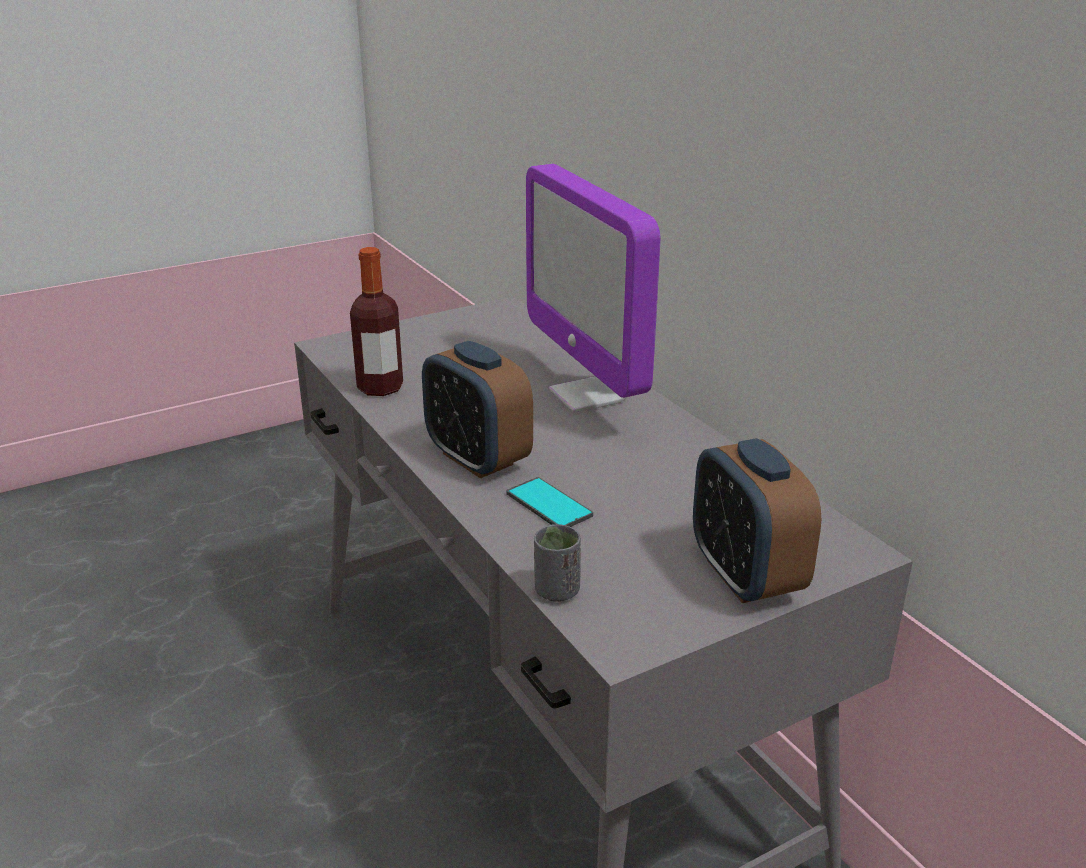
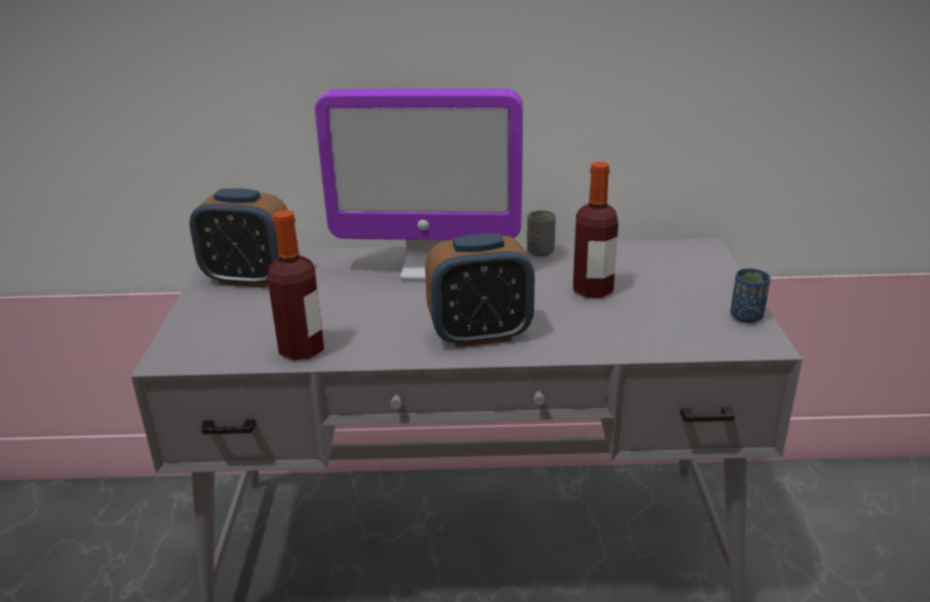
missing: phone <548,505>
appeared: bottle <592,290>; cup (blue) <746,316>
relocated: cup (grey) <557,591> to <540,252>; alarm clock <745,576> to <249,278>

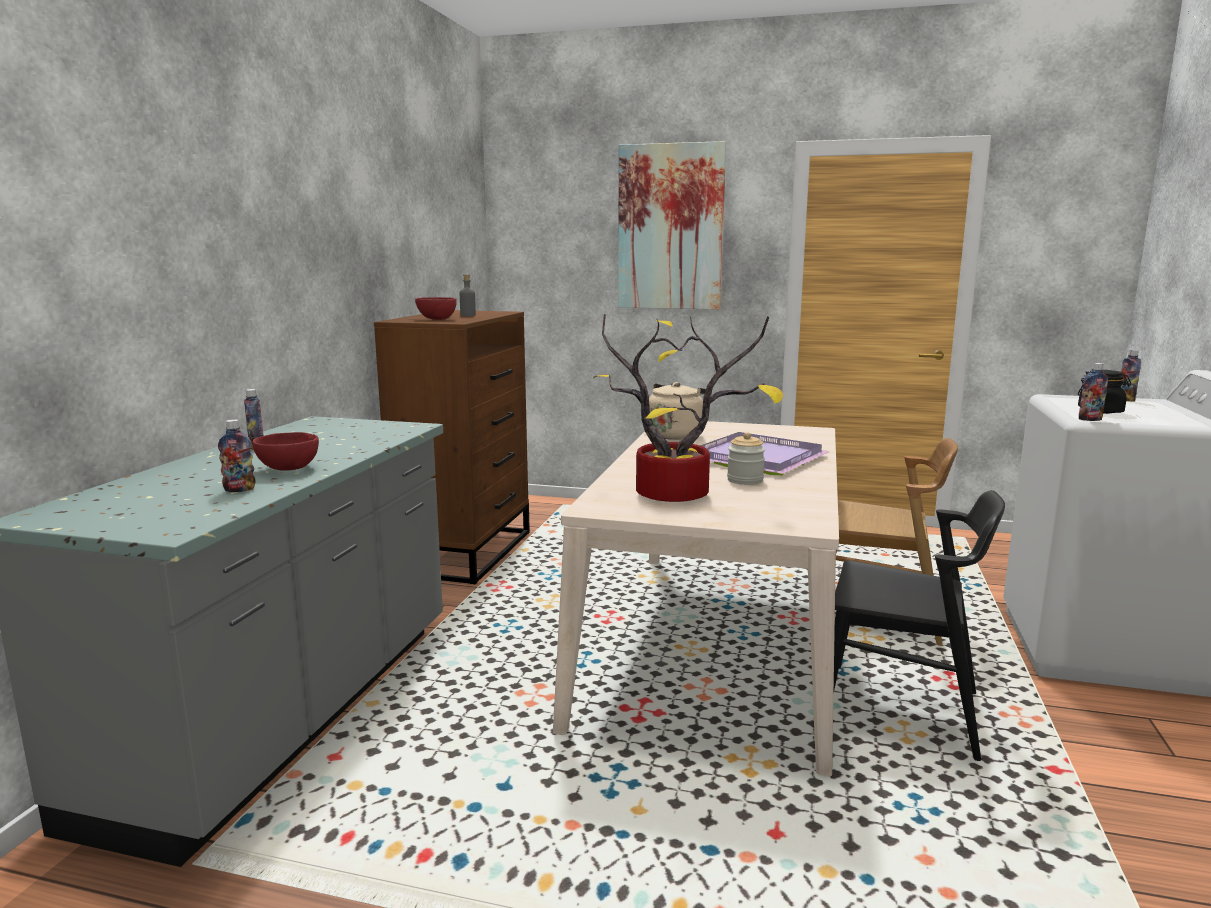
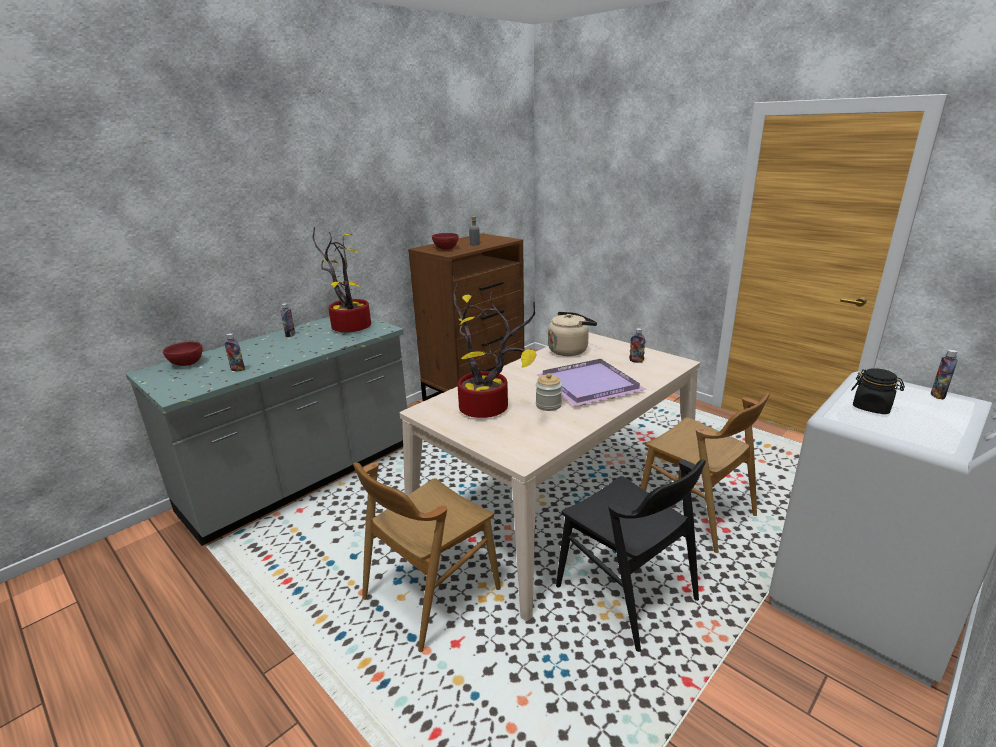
missing: picture <670,227>
appeared: potted plant <348,327>; chair (brown) <430,593>
relocated: bowl (red) <289,469> to <187,364>; bottle <1090,419> to <636,361>

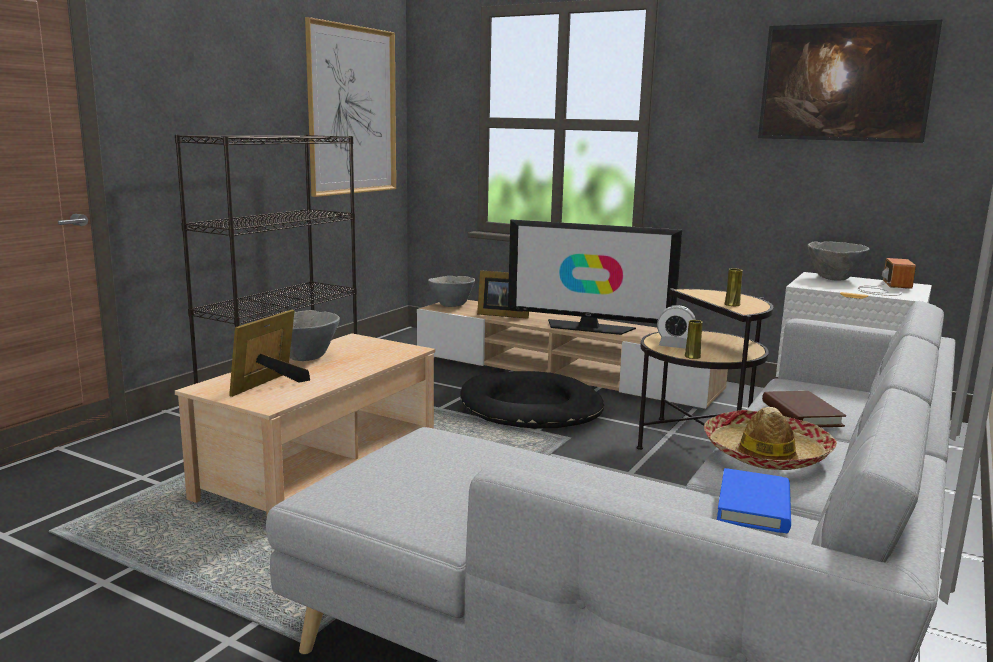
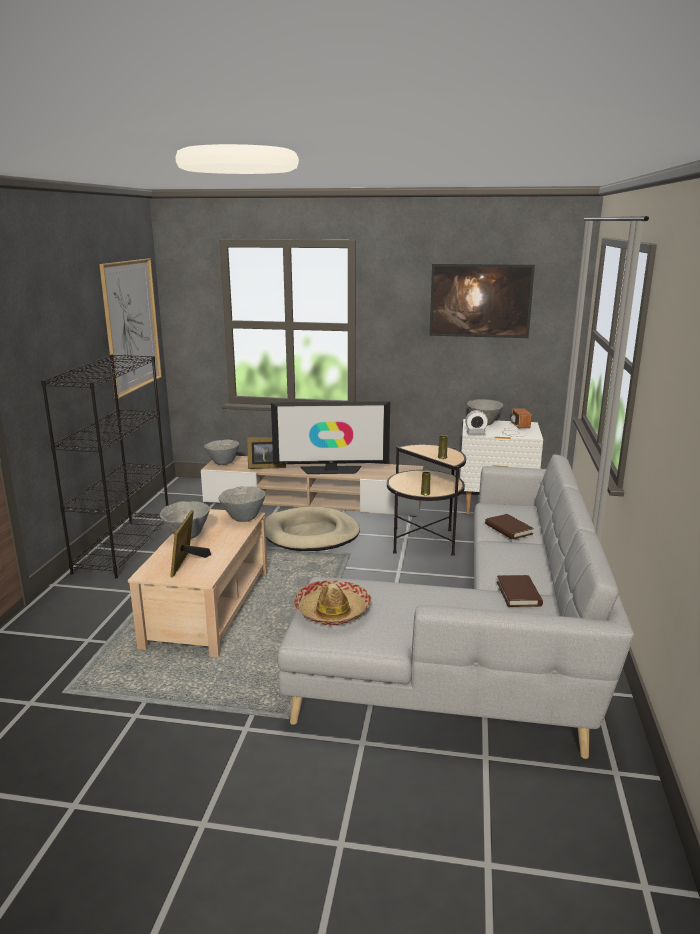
appeared: bowl (grey) <243,518>
relocated: alarm clock <675,346> to <475,433>; hat <766,454> to <332,611>
colour: dog bed (black) <530,407> to dog bed (beige) <310,534>; book (blue) <754,506> to book (brown) <518,594>

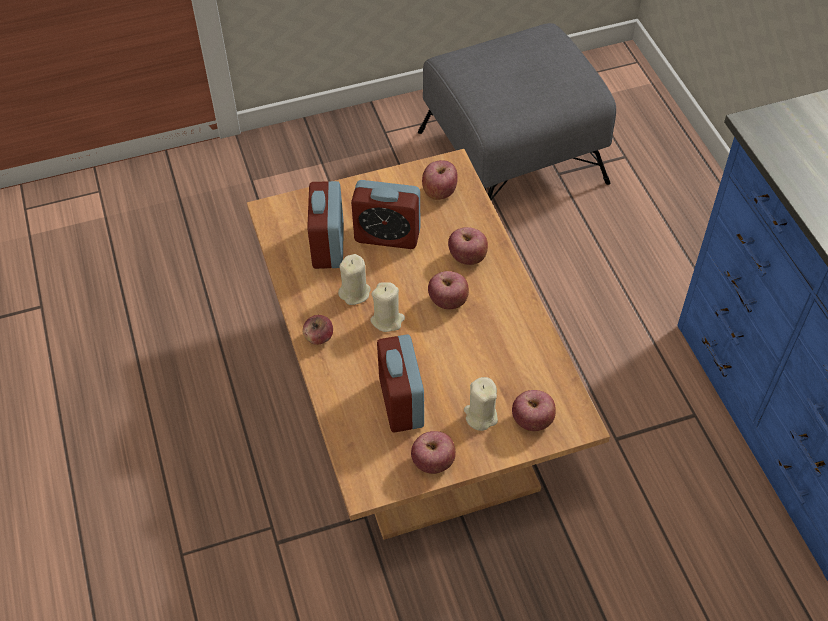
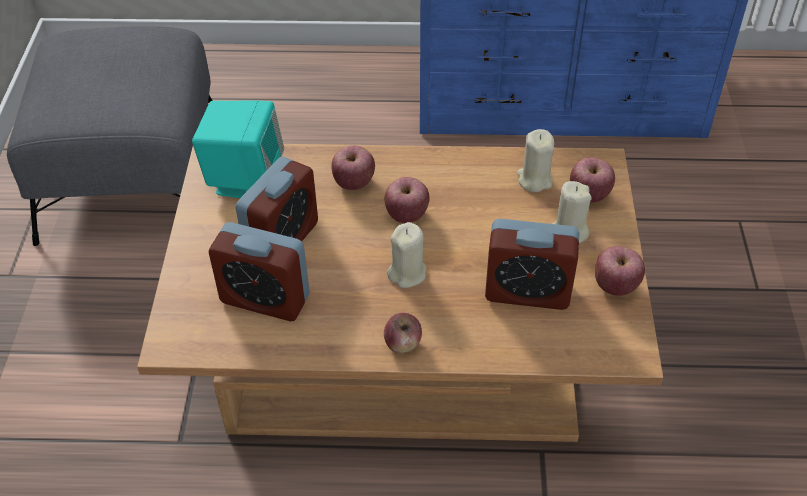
relocated: candle (beige) <355,293> to <534,180>
exchanged: apple <439,191> to speaker (turquoise) <245,179>

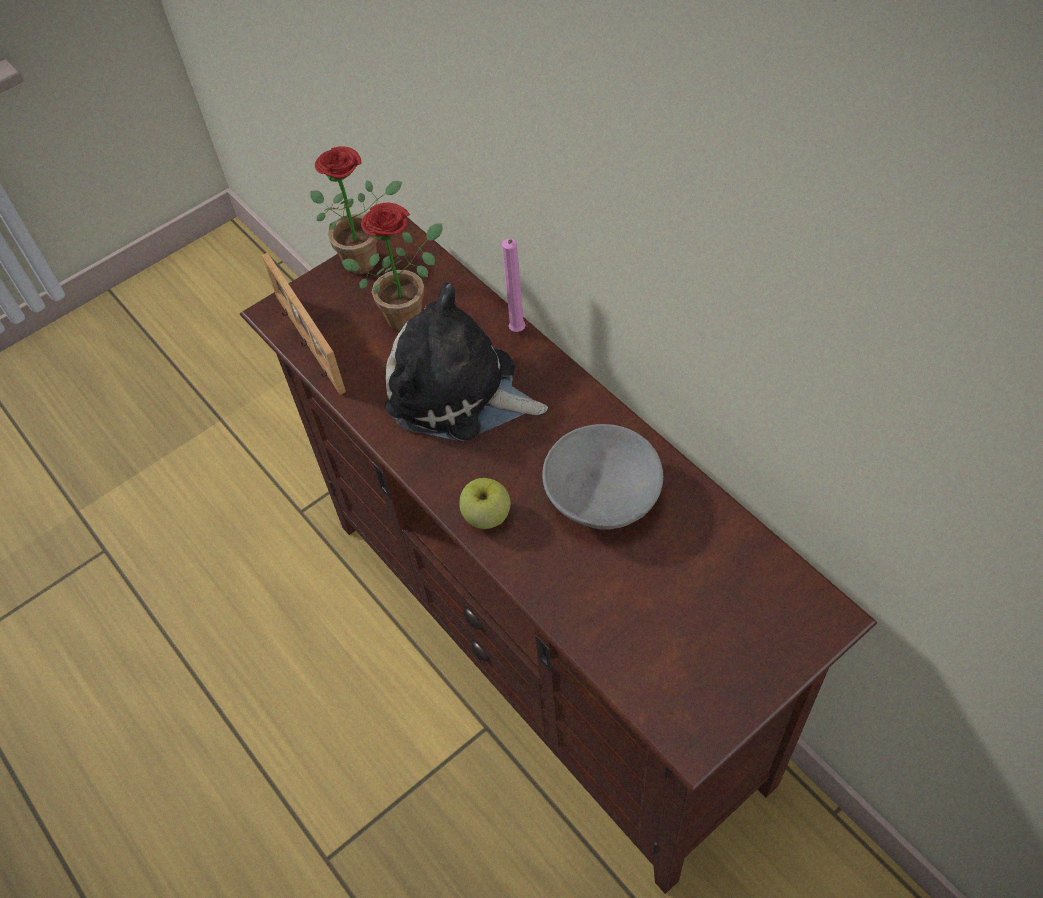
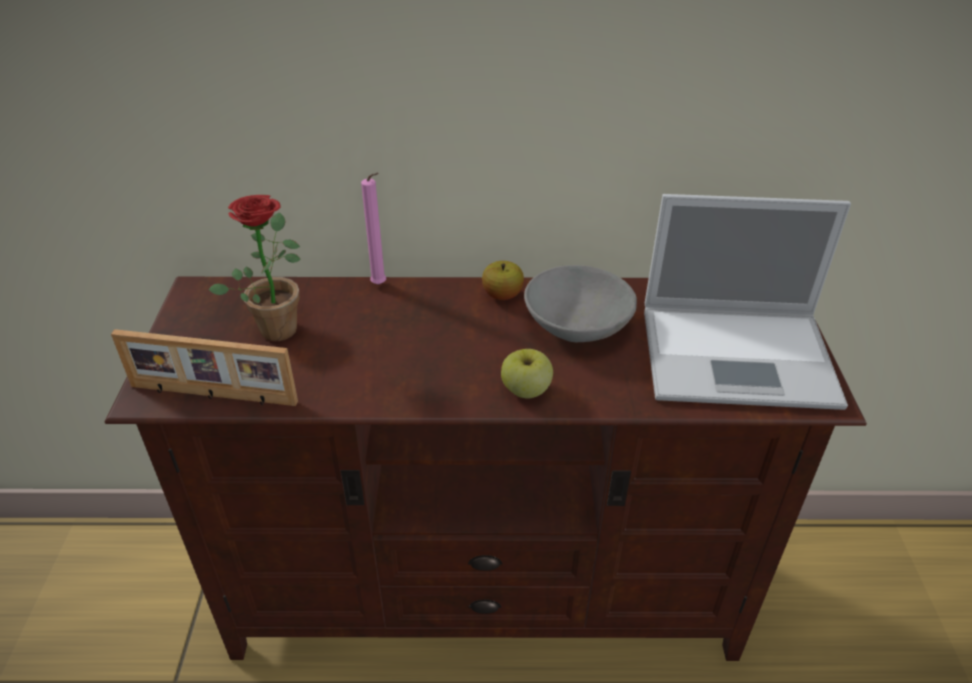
missing: potted plant <367,259>; plush toy <459,393>
appeared: apple <502,295>; laptop <741,355>

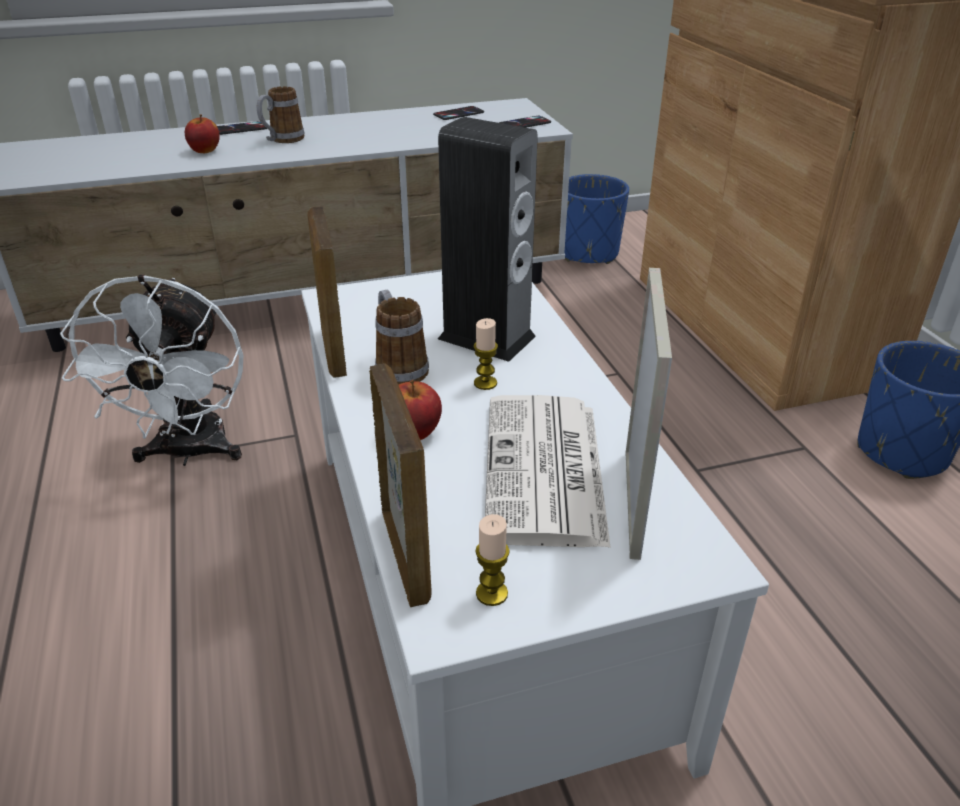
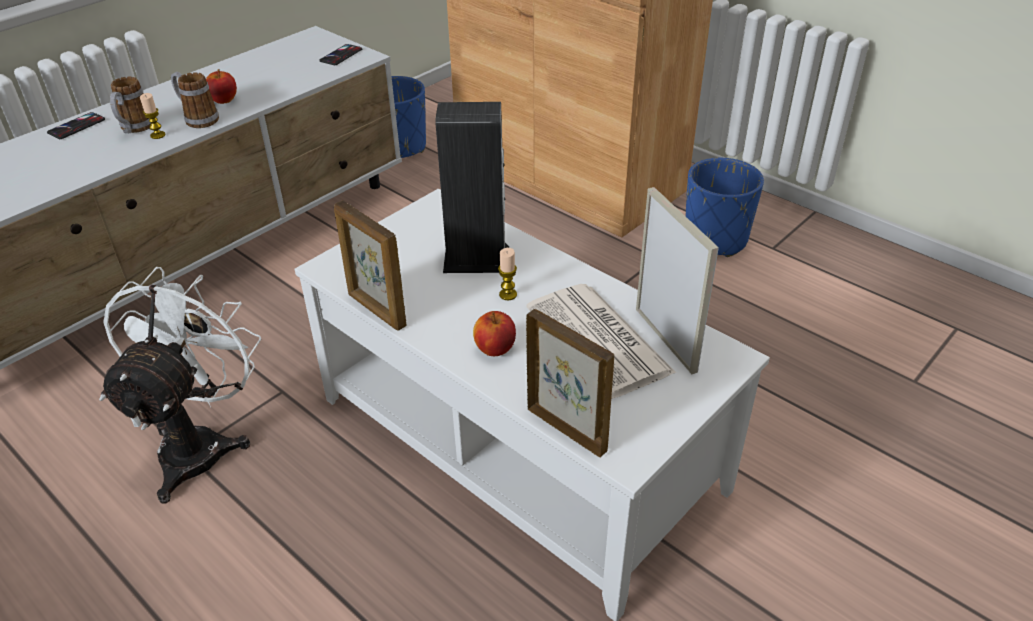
missing: phone <458,114>
relocated: apple <205,151> to <224,100>; mug <398,367> to <197,119>; candle <491,593> to <158,135>
spun: fan (white) <189,453> = <201,444> 135 degrees counterclockwise

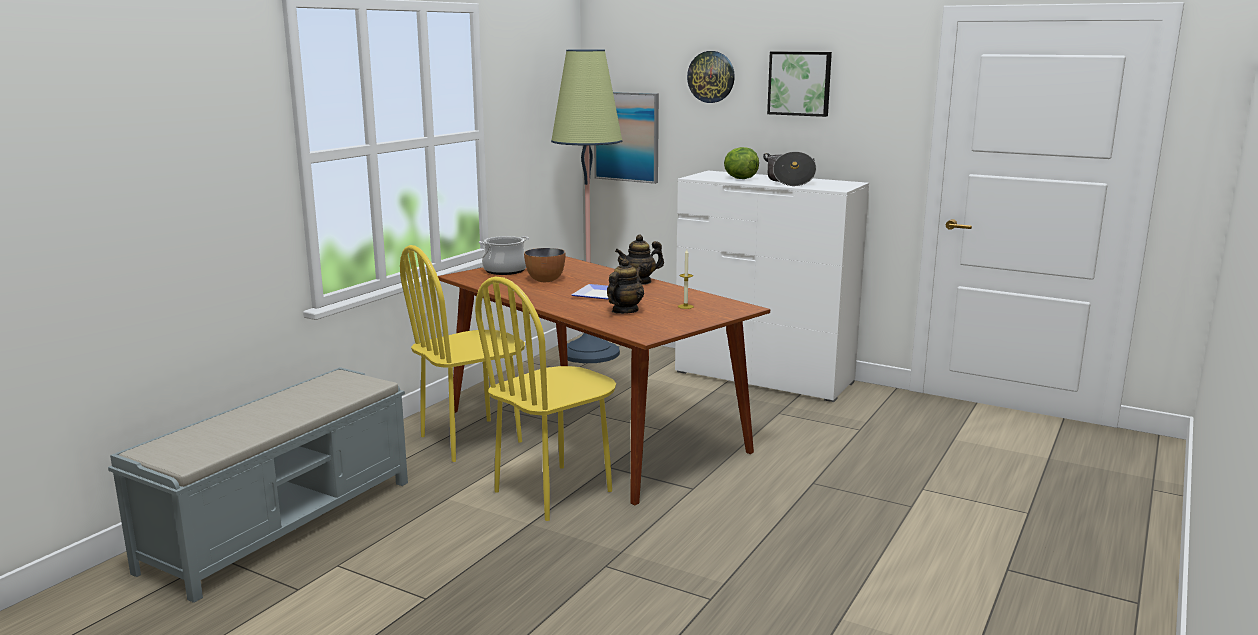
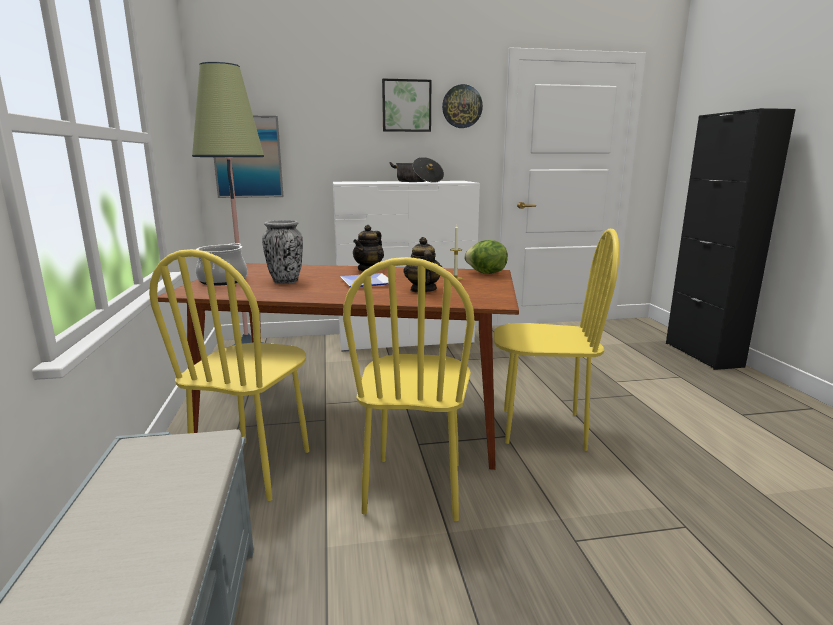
appeared: chair (yellow) <542,428>; cabinet (black) <703,354>
relocated: wall clock <711,77> to <462,106>; lettuce <739,179> to <486,273>
exchanged: bowl <545,280> to vase <285,281>

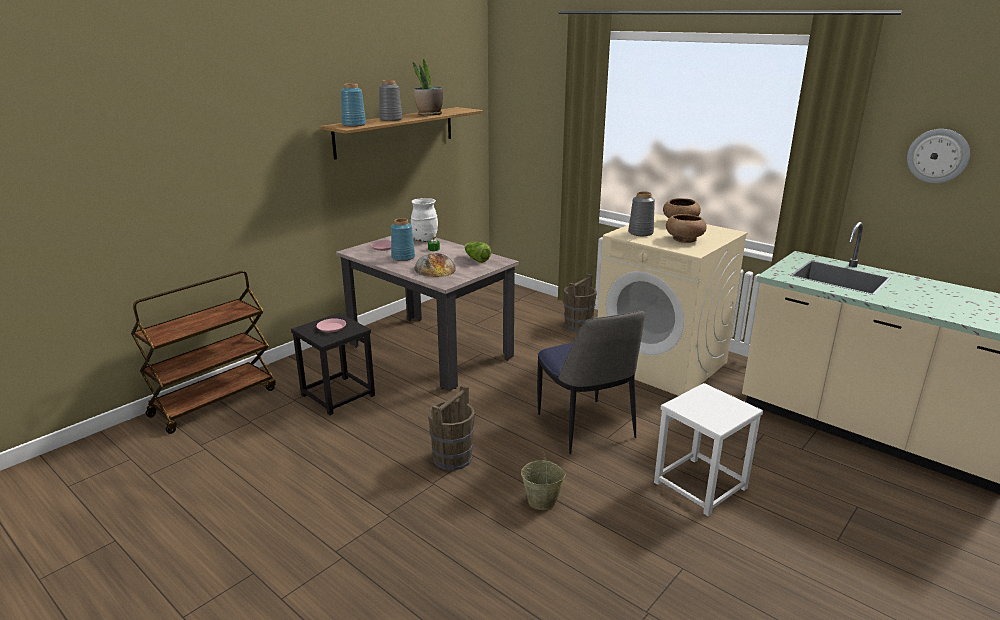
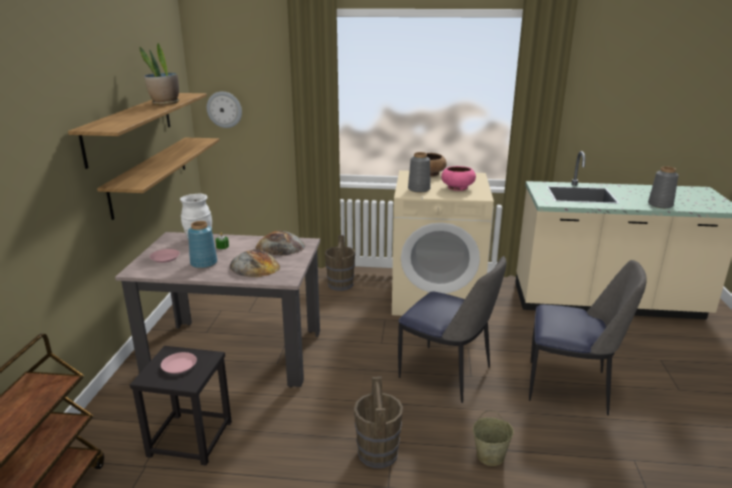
missing: vase (blue) <354,125>
appeared: shelf <150,175>
relocated: vase (grey) <391,120> to <660,205>; wall clock <938,156> to <224,109>
exchanged: lettuce <476,259> to bread <280,246>; stool (white) <700,486> to chair <570,387>
colour: bowl (brown) <684,239> to bowl (pink) <457,188>

